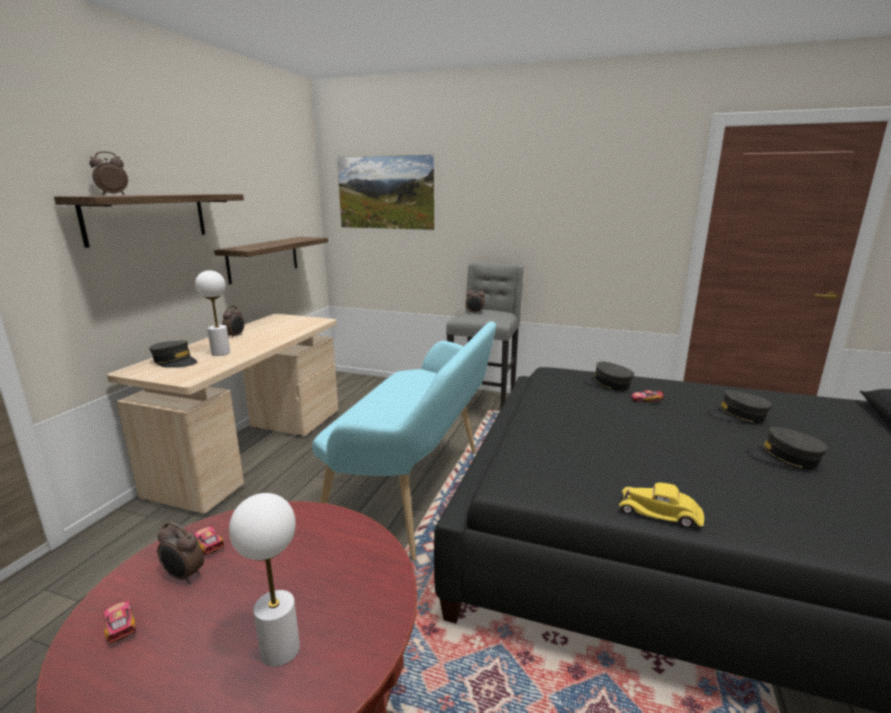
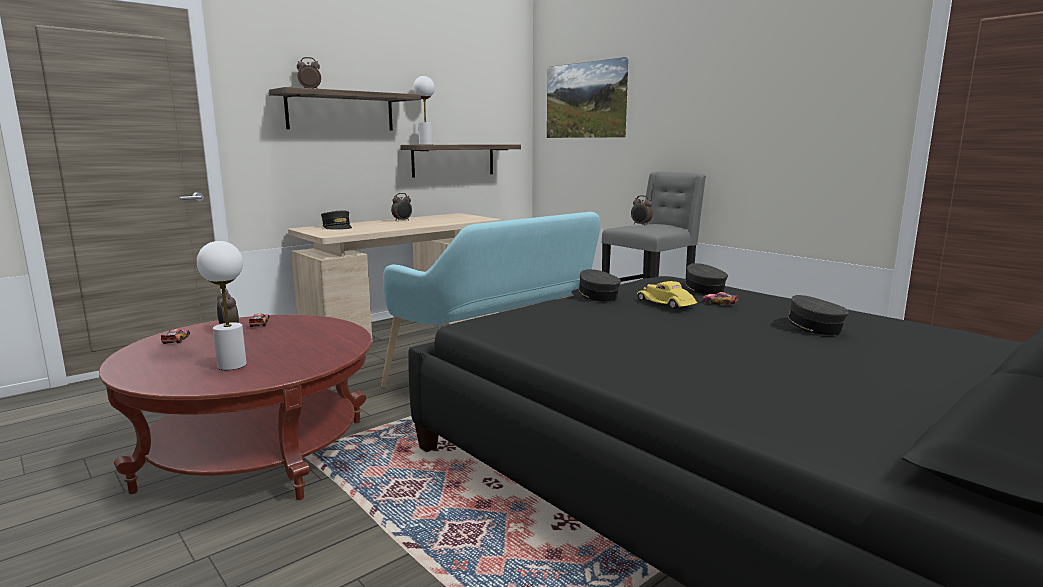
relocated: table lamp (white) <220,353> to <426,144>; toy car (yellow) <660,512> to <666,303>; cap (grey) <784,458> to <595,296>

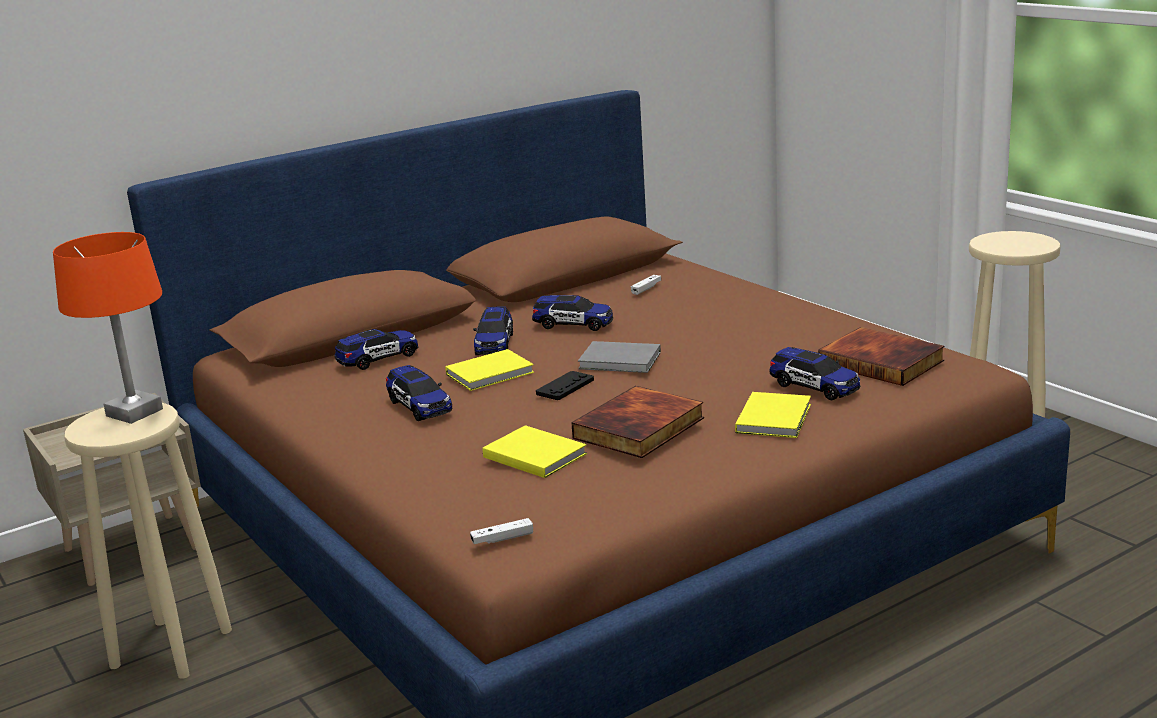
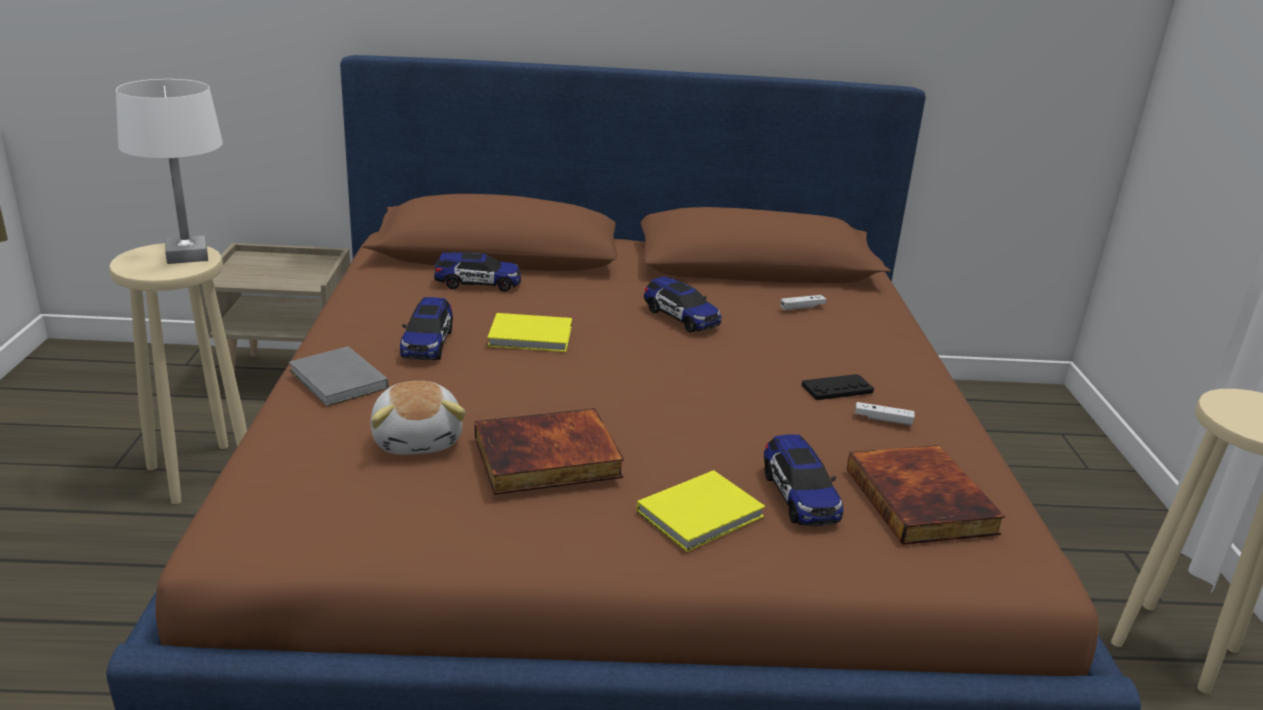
missing: toy car <495,344>
relocated: game controller (white) <502,539> to <883,419>; game controller (black) <565,387> to <837,389>; book (grey) <621,361> to <338,381>
exchanged: book (yellow) <534,454> to plush toy <418,439>
colour: table lamp (orange) <135,412> to table lamp (white) <188,255>

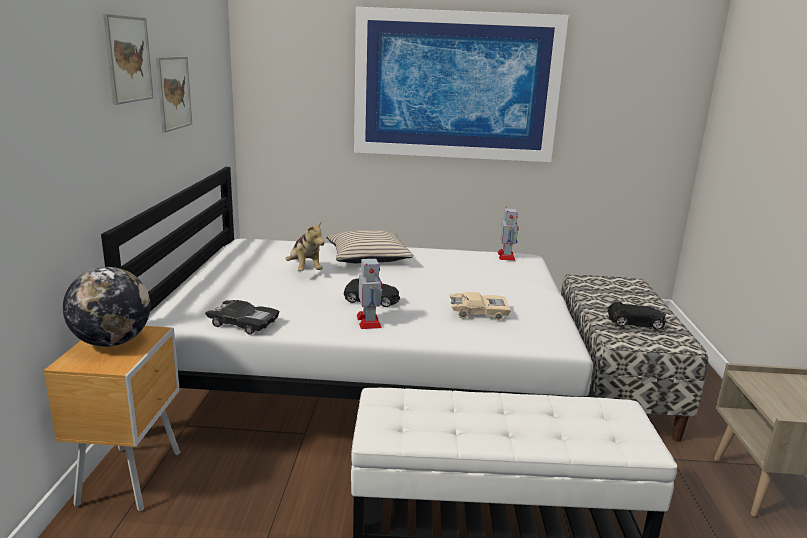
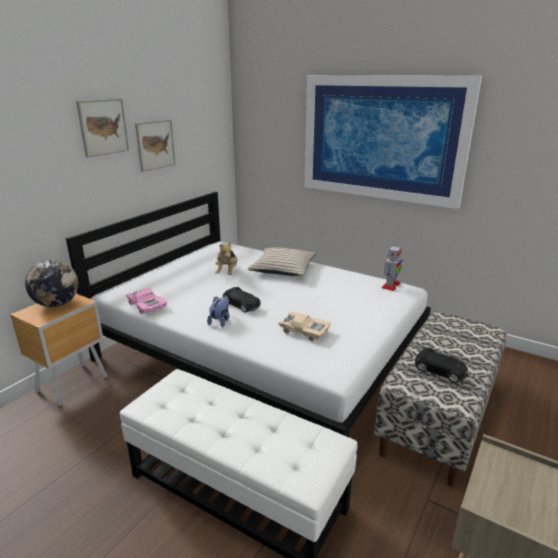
exchanged: toy robot <369,321> to plush toy <220,321>
colour: toy car (black) <243,323> to toy car (pink) <147,305>

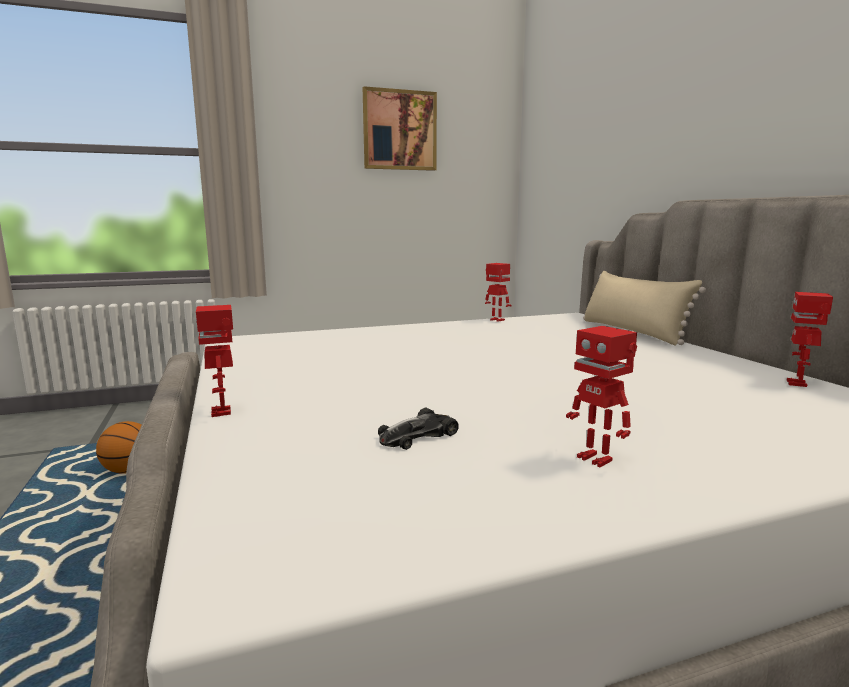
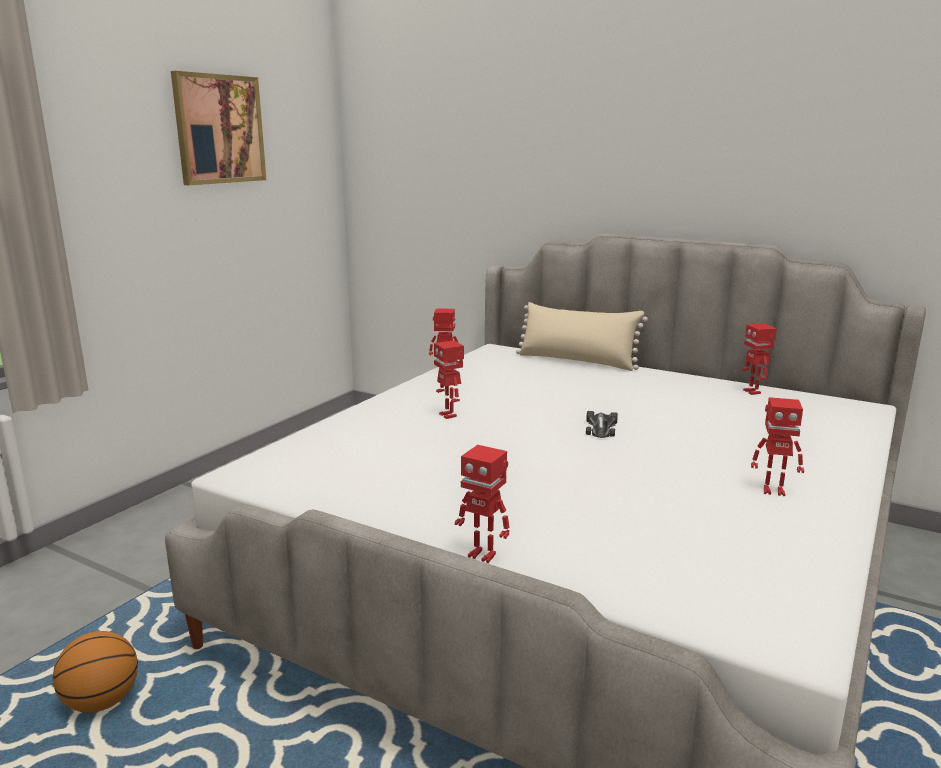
appeared: toy robot <449,415>
relocated: toy car <417,435> to <601,428>

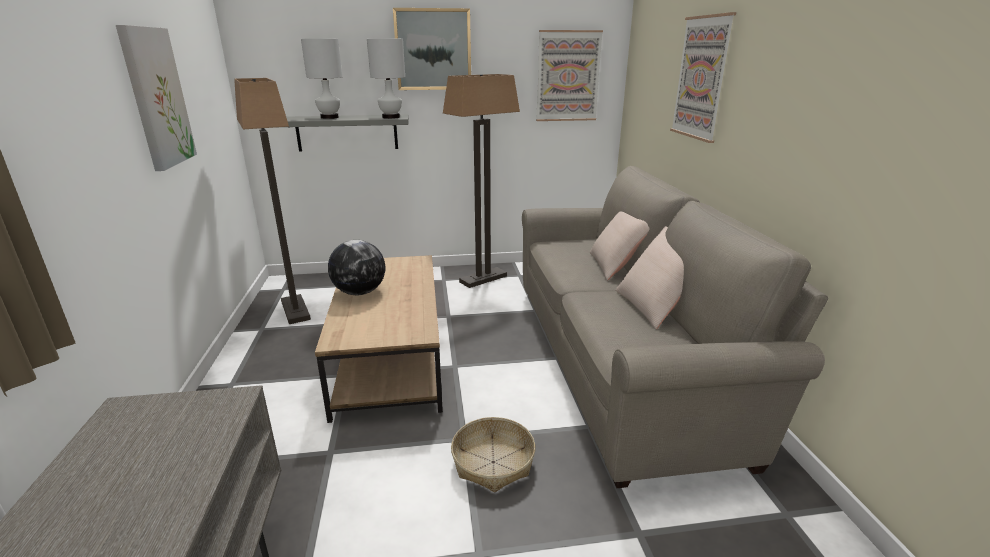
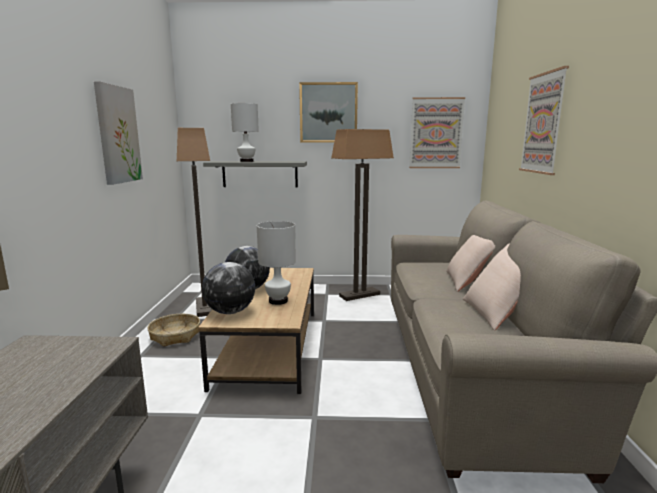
appeared: globe <230,312>
relocated: table lamp (white) <391,117> to <278,301>; basket <493,462> to <175,336>

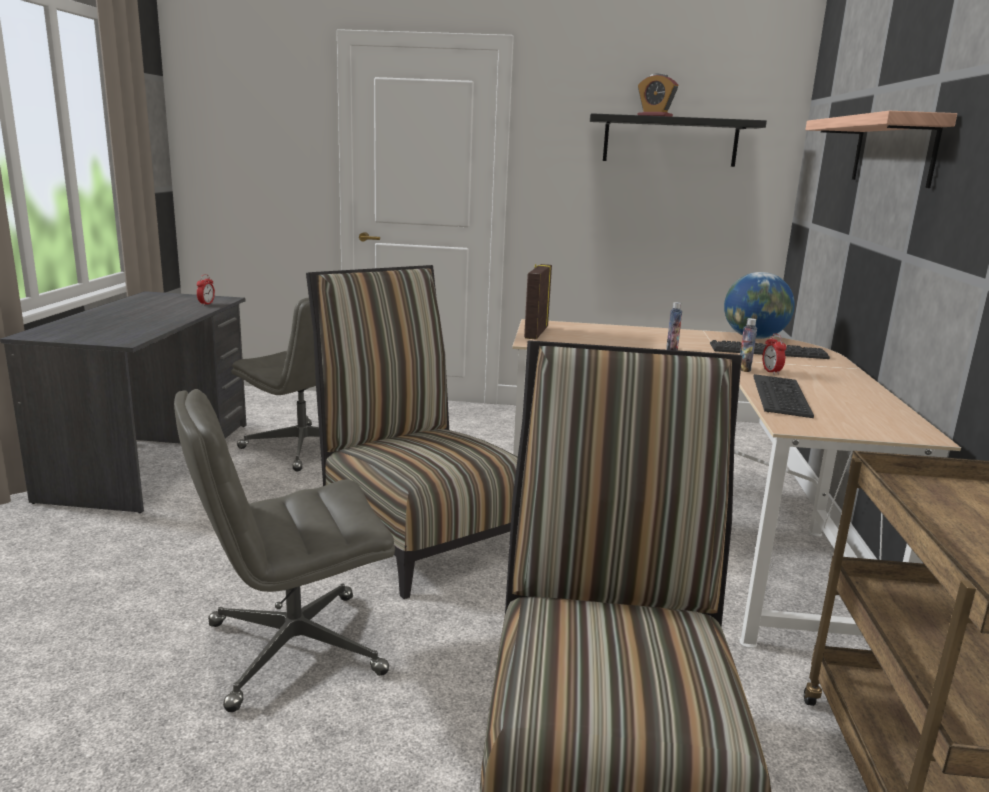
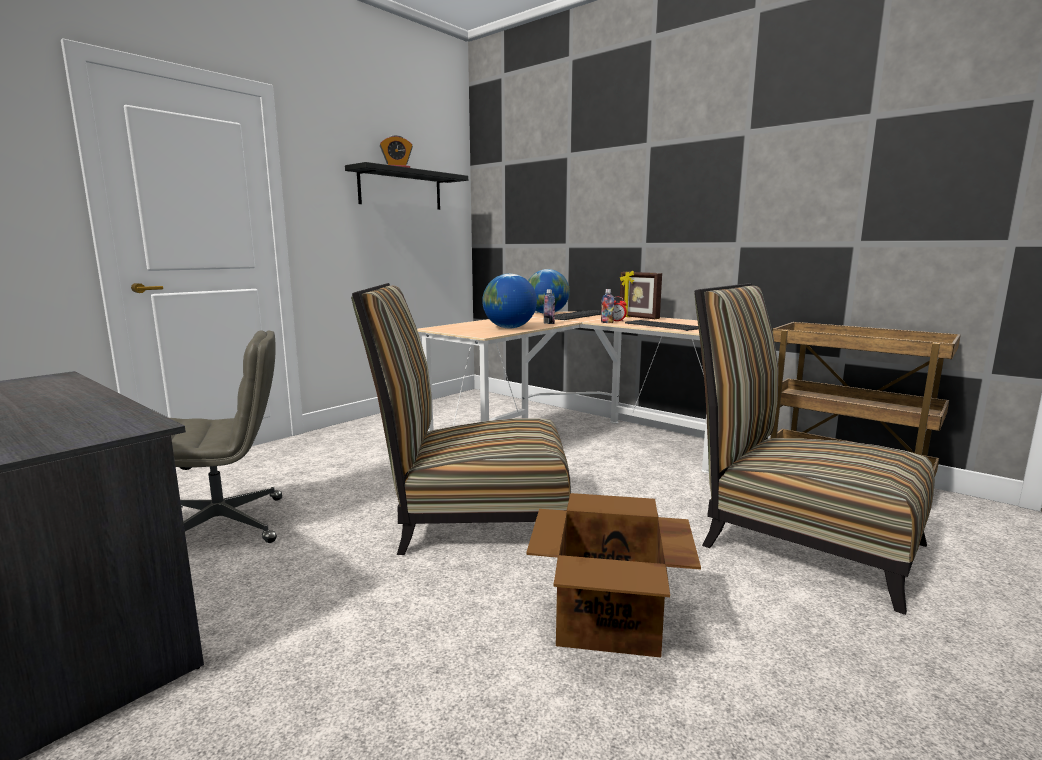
missing: alarm clock <206,304>; shelf <893,151>
appeared: globe <509,328>
relocated: picture frame <535,333> to <638,318>
exchanged: office chair (grey) <292,649> to cardboard box <607,621>

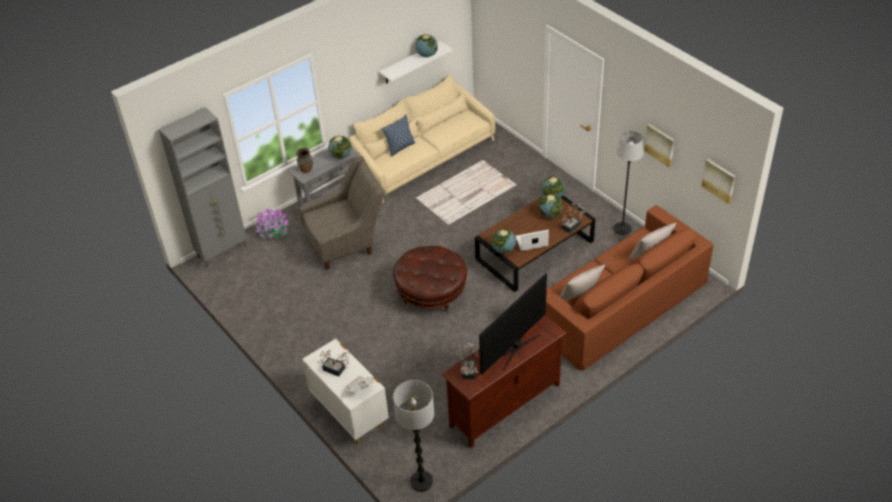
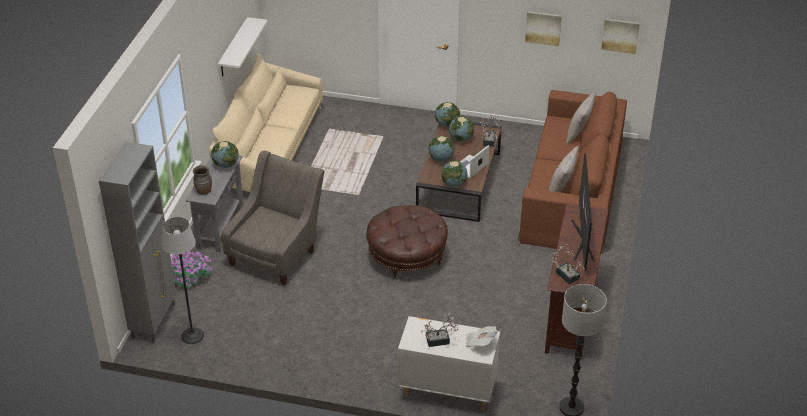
missing: pillow <400,148>
relocated: globe <427,55> to <441,159>; floor lamp <622,228> to <192,335>

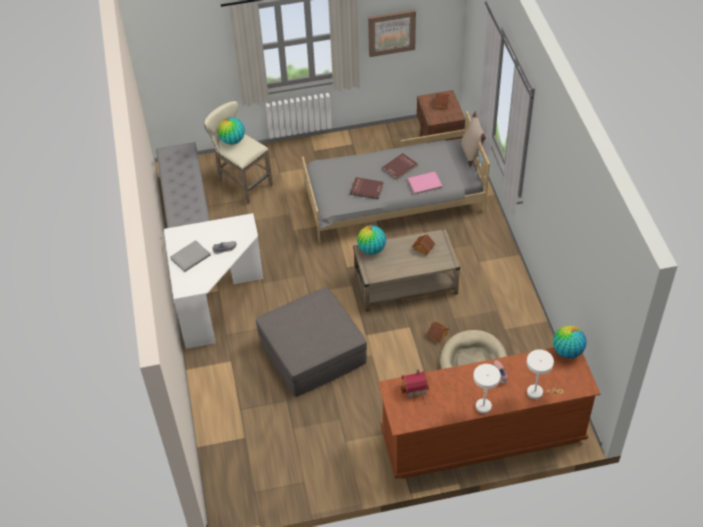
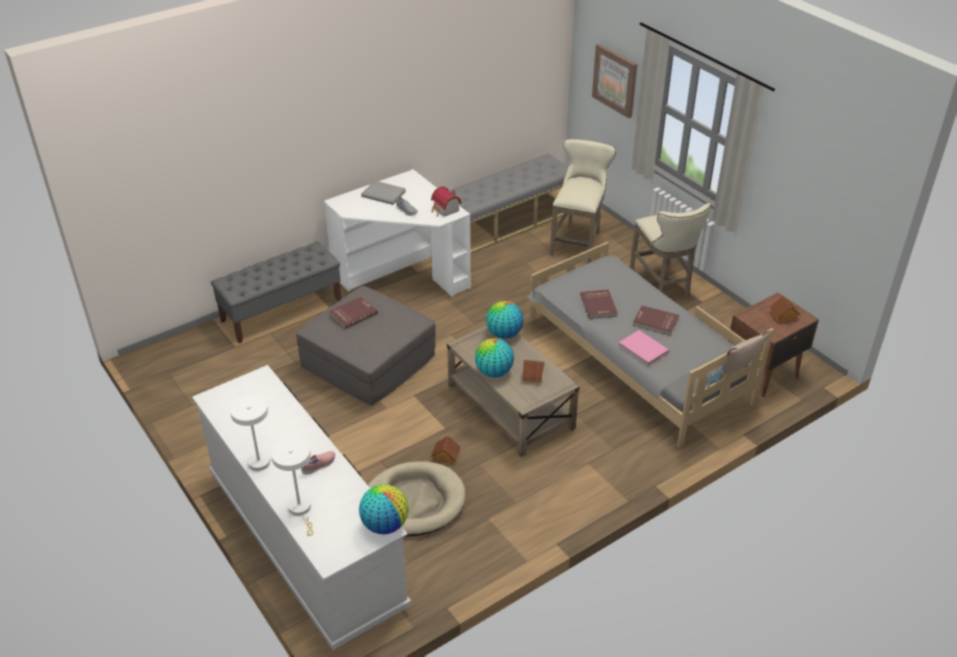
appeared: bench (grey) <282,311>; book (red) <353,314>; stool (beige) <662,286>
relocated: globe <232,140> to <494,372>; picture <391,32> to <615,80>; toy house <415,390> to <445,210>
colour: dresser (brown) <482,435> to dresser (white) <306,540>

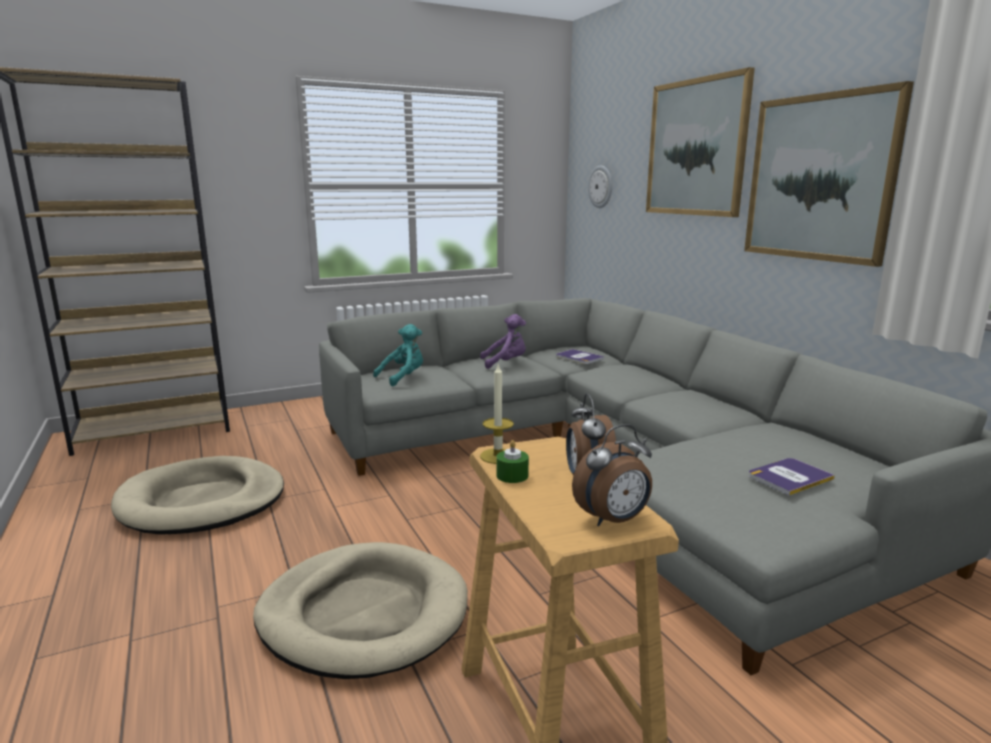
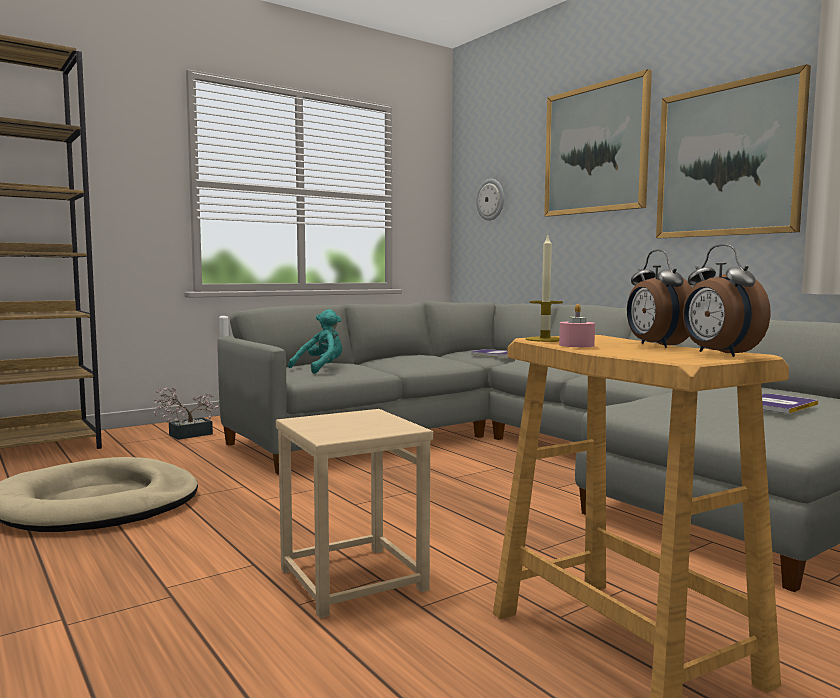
missing: plush toy (purple) <505,363>
appeared: potted plant <185,435>
exchanged: dog bed (beige) <364,614> to stool (beige) <351,579>
colour: candle (green) <512,475> to candle (pink) <576,345>
spun: alarm clock <613,520> = <718,354> 105 degrees clockwise

